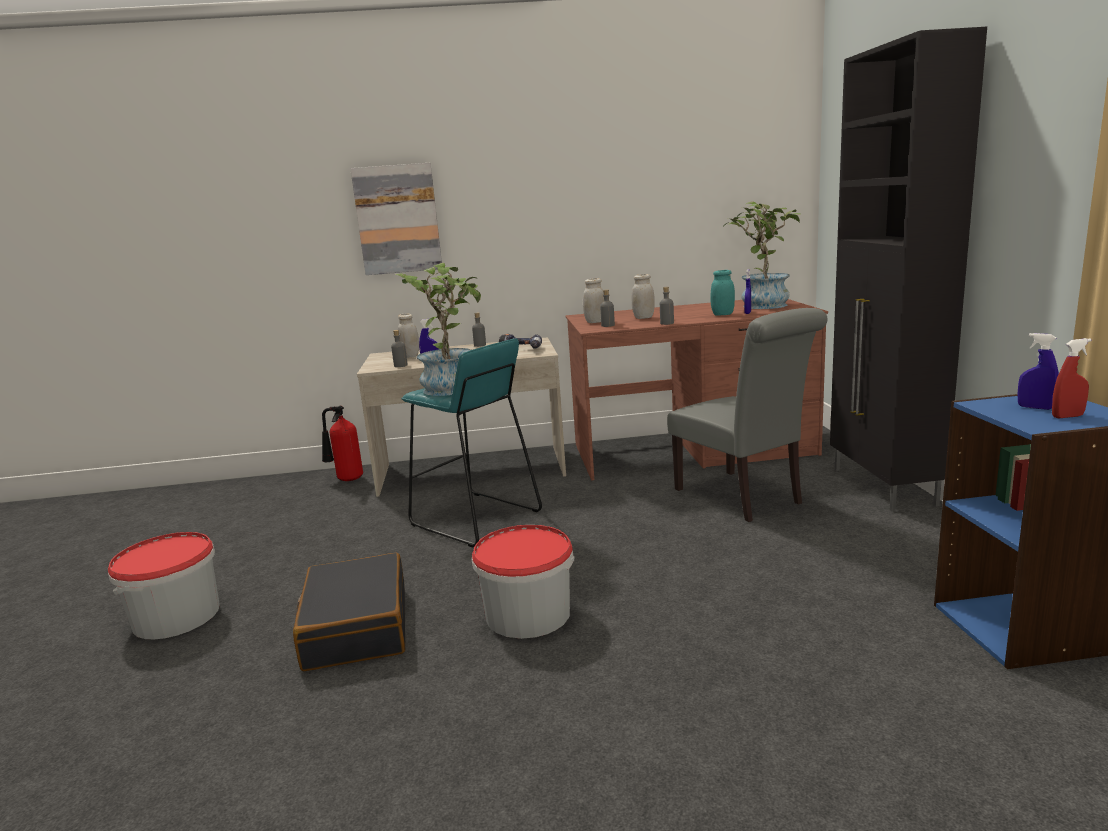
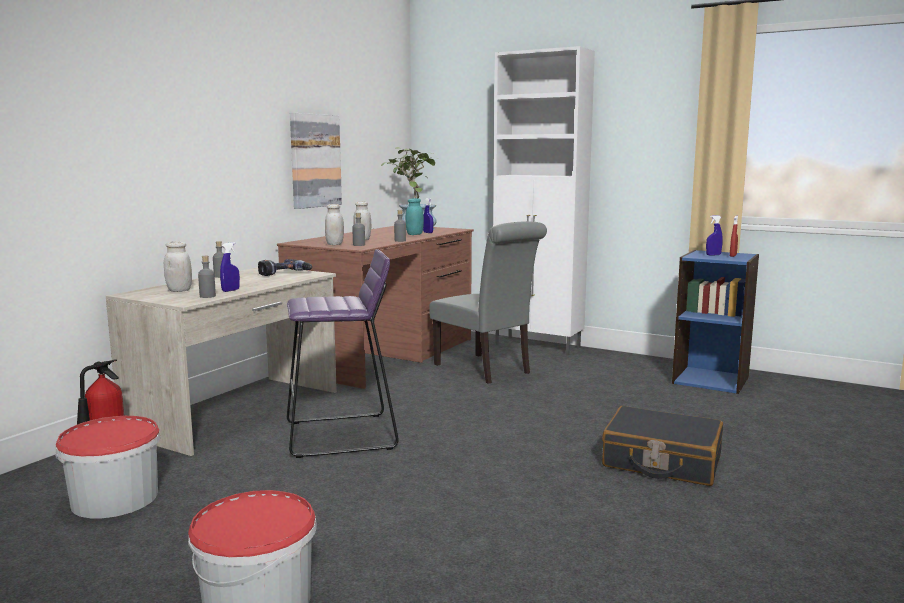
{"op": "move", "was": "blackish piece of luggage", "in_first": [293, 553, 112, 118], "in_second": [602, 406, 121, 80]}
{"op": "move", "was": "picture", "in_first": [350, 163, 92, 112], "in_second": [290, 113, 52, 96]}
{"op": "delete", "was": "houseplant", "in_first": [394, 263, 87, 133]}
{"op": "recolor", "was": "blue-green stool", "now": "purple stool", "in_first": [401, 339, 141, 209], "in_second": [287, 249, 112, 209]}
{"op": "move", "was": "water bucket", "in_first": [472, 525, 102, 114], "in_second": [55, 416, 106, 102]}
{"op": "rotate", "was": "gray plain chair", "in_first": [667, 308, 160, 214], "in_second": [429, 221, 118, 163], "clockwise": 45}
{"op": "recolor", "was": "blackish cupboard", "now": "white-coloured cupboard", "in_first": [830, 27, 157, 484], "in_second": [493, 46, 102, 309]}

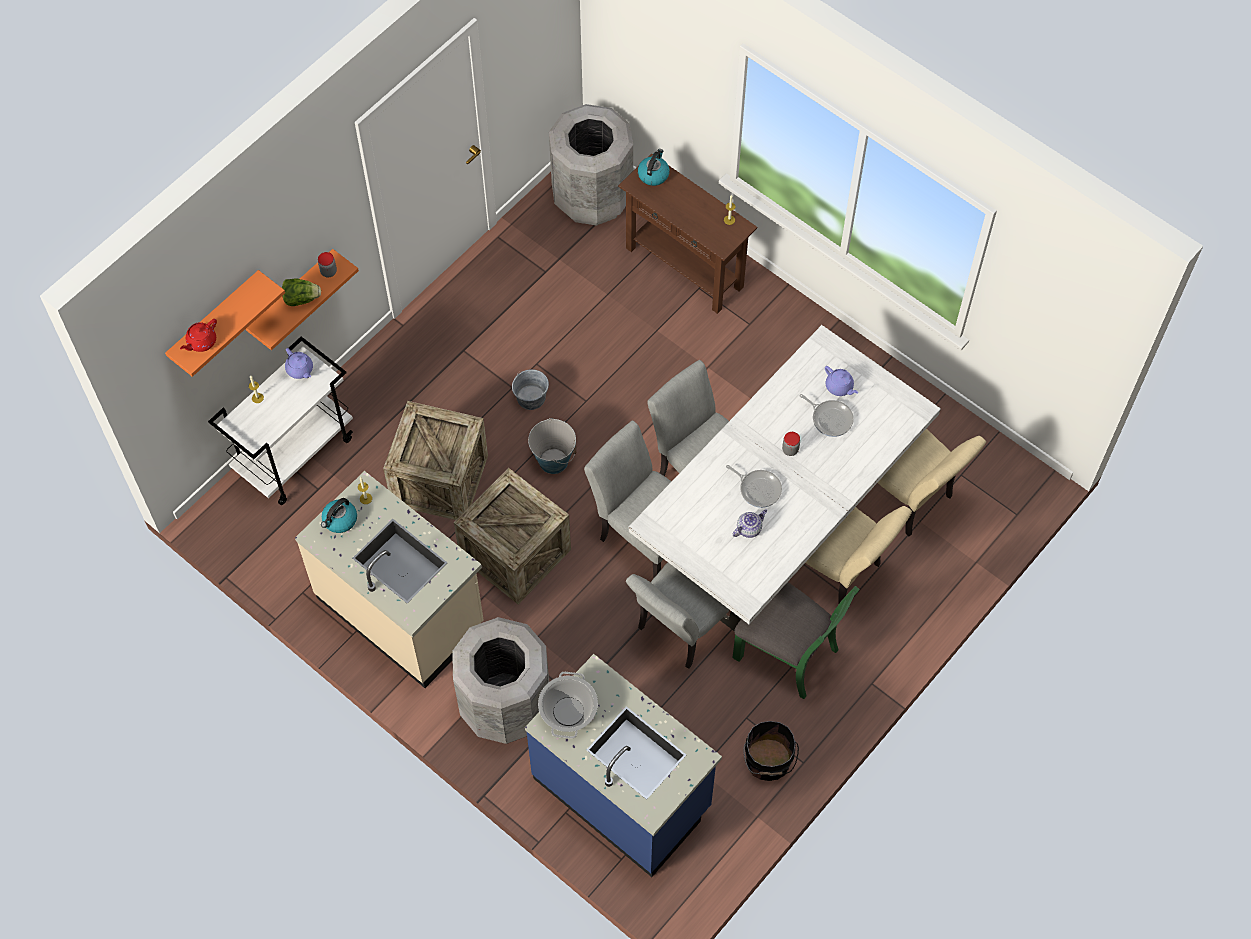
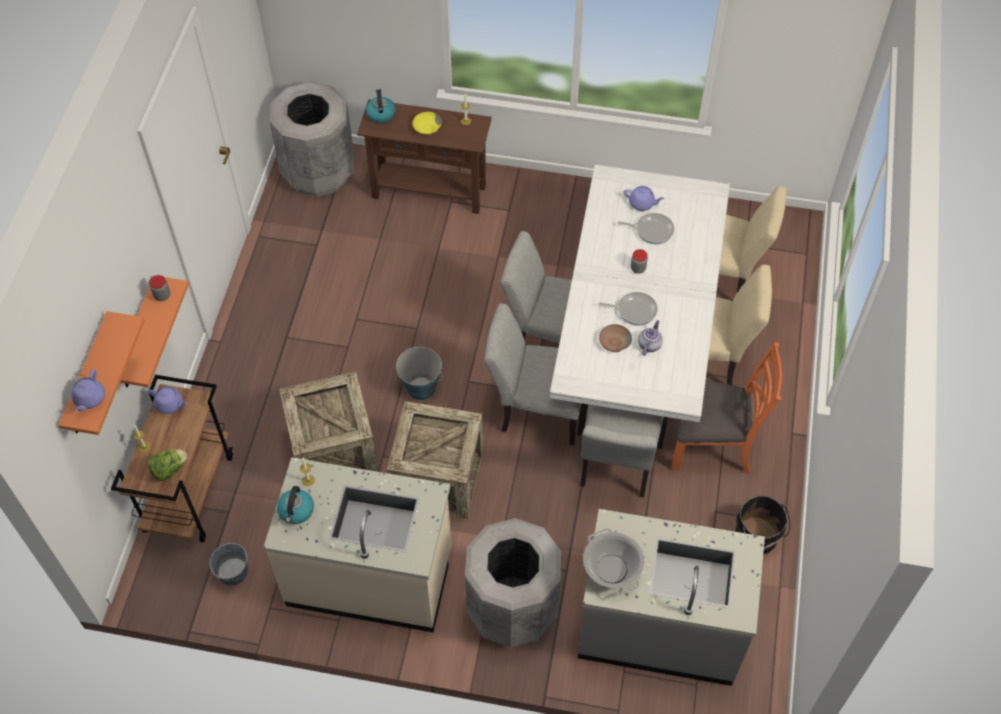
{"op": "recolor", "was": "red-coloured teapot", "now": "purple teapot", "in_first": [180, 319, 37, 33], "in_second": [71, 369, 34, 43]}
{"op": "recolor", "was": "white-coloured cart", "now": "brownish cart", "in_first": [208, 337, 145, 168], "in_second": [111, 375, 122, 167]}
{"op": "move", "was": "head of lettuce", "in_first": [282, 279, 39, 27], "in_second": [147, 449, 41, 32]}
{"op": "move", "was": "gray water bucket", "in_first": [512, 369, 37, 41], "in_second": [210, 543, 38, 43]}
{"op": "recolor", "was": "blue-coloured kitchen counter", "now": "gray kitchen counter", "in_first": [525, 654, 197, 223], "in_second": [578, 509, 187, 177]}
{"op": "recolor", "was": "green plain chair", "now": "orange plain chair", "in_first": [732, 582, 128, 117], "in_second": [672, 342, 110, 131]}
{"op": "insert", "now": "yellowish serving bowl", "in_second": [413, 112, 29, 23]}
{"op": "insert", "now": "brownish serving bowl", "in_second": [599, 324, 33, 28]}

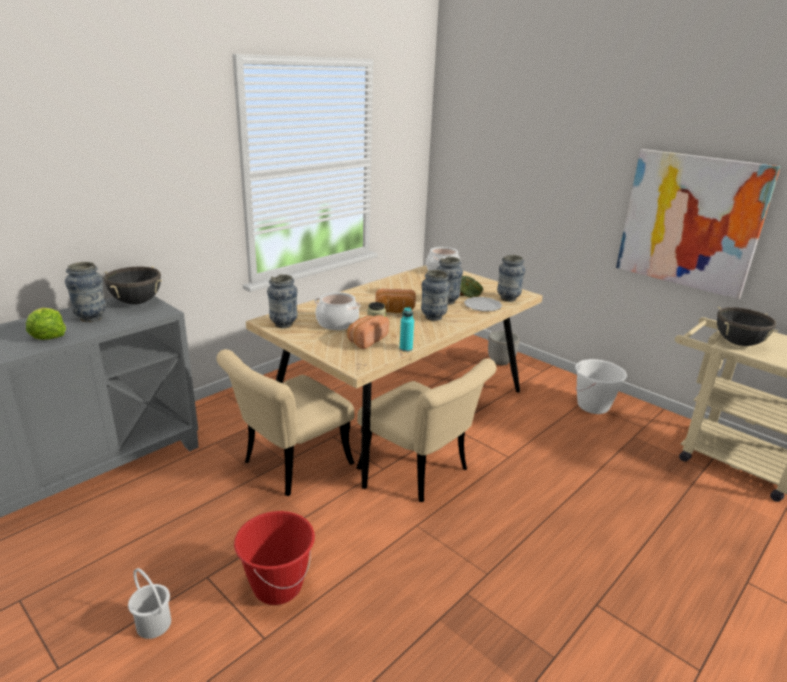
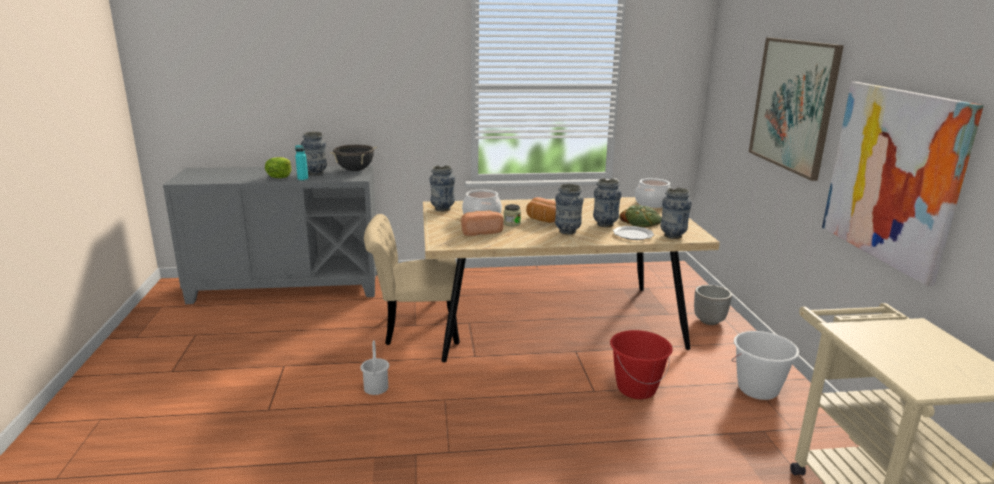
{"op": "move", "was": "white-coloured water bucket", "in_first": [128, 568, 43, 71], "in_second": [360, 340, 29, 55]}
{"op": "move", "was": "red-coloured water bucket", "in_first": [234, 511, 81, 94], "in_second": [610, 330, 63, 69]}
{"op": "delete", "was": "beige plain chair", "in_first": [356, 358, 140, 144]}
{"op": "move", "was": "blue-green beverage bottle", "in_first": [400, 307, 14, 45], "in_second": [295, 145, 13, 36]}
{"op": "delete", "was": "blackish stockpot", "in_first": [717, 307, 61, 39]}
{"op": "insert", "now": "picture", "in_second": [749, 38, 95, 143]}

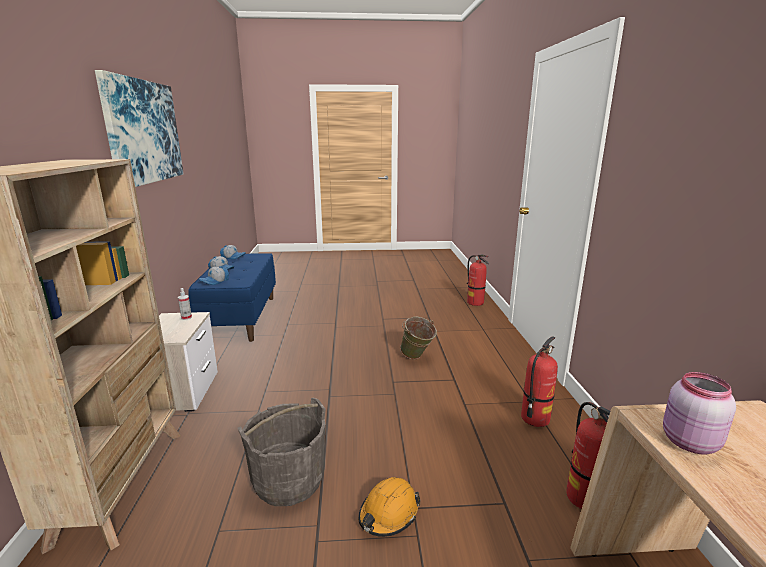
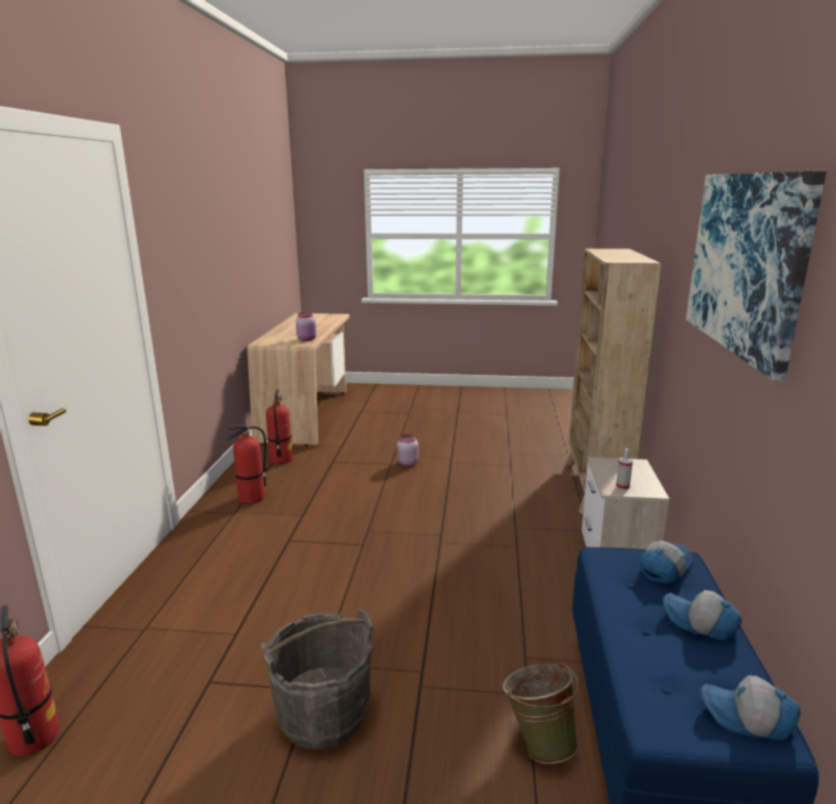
{"op": "move", "was": "gray water bucket", "in_first": [237, 398, 89, 108], "in_second": [261, 609, 113, 141]}
{"op": "replace", "was": "orange work helmet", "now": "pink preserve jar", "in_first": [358, 477, 62, 60], "in_second": [397, 434, 21, 32]}
{"op": "move", "was": "green water bucket", "in_first": [400, 316, 37, 43], "in_second": [503, 660, 76, 104]}

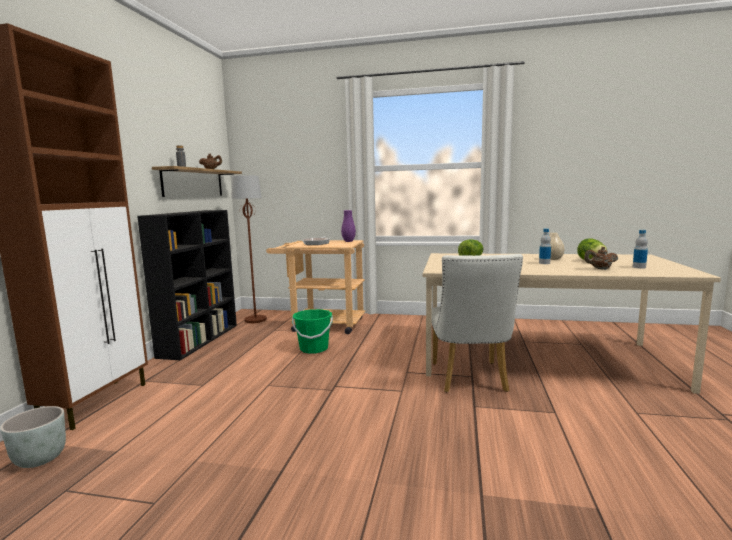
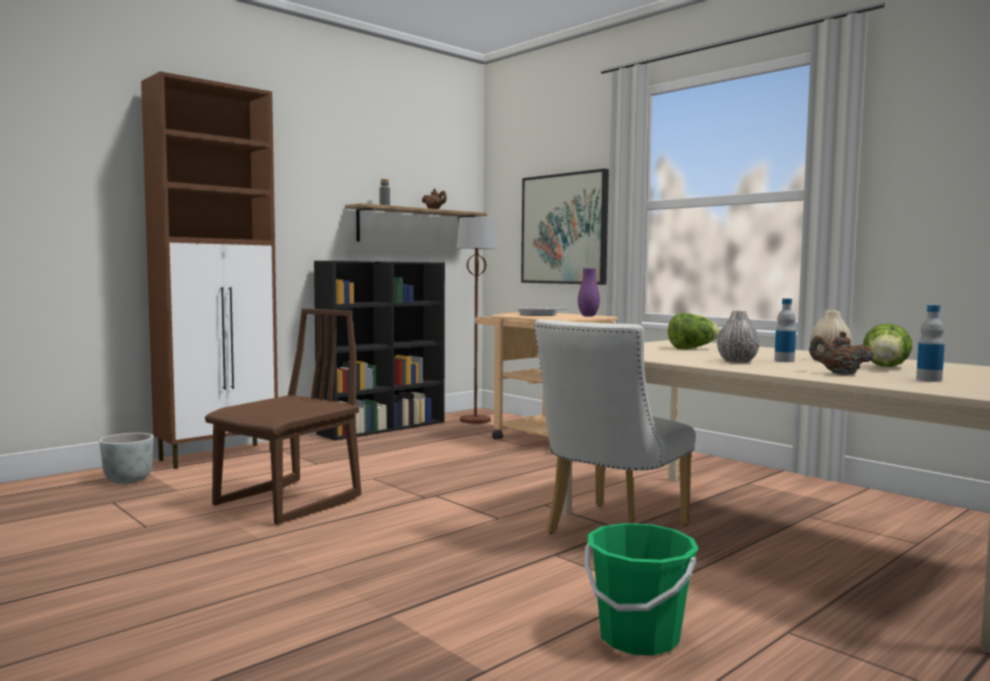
{"op": "move", "was": "green water bucket", "in_first": [292, 309, 41, 45], "in_second": [584, 523, 115, 133]}
{"op": "insert", "now": "brownish plain chair", "in_second": [205, 308, 156, 217]}
{"op": "insert", "now": "picture", "in_second": [521, 169, 88, 116]}
{"op": "insert", "now": "gray decorative vase", "in_second": [717, 311, 42, 52]}

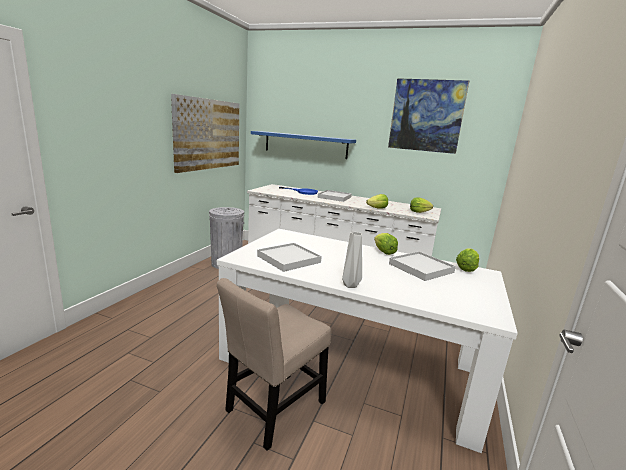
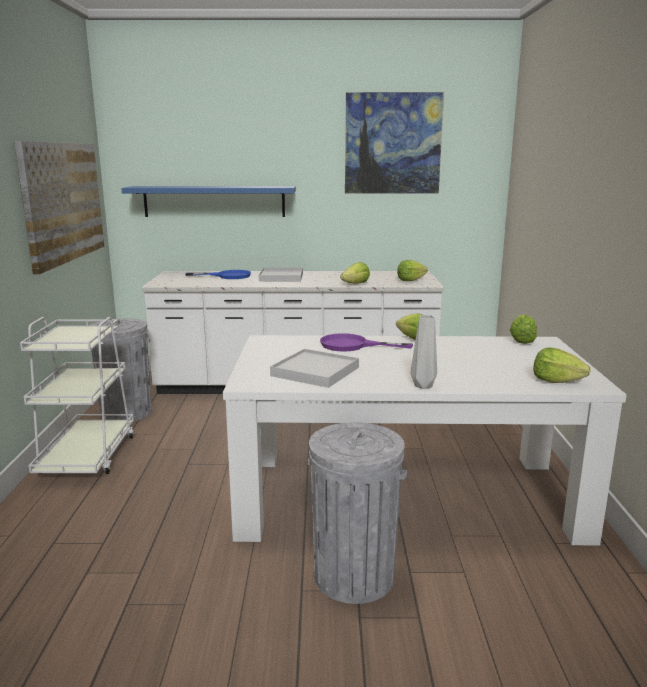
{"op": "replace", "was": "beige plain chair", "now": "gray trash can", "in_first": [217, 278, 114, 172], "in_second": [308, 422, 99, 182]}
{"op": "delete", "was": "white-coloured carrying tray", "in_first": [389, 252, 67, 29]}
{"op": "insert", "now": "white-coloured cart", "in_second": [20, 317, 114, 157]}
{"op": "insert", "now": "purple skillet", "in_second": [320, 333, 93, 18]}
{"op": "insert", "now": "head of lettuce", "in_second": [533, 347, 58, 36]}

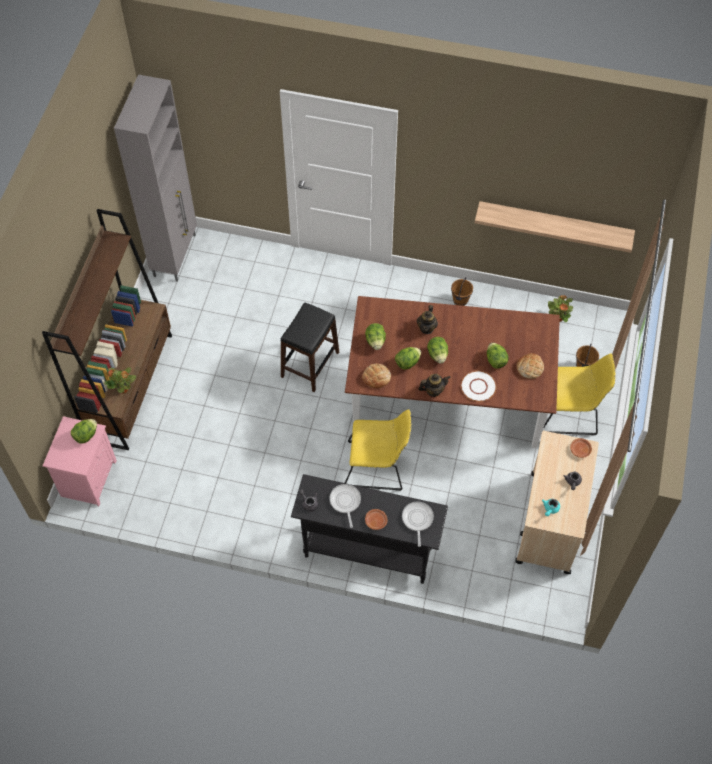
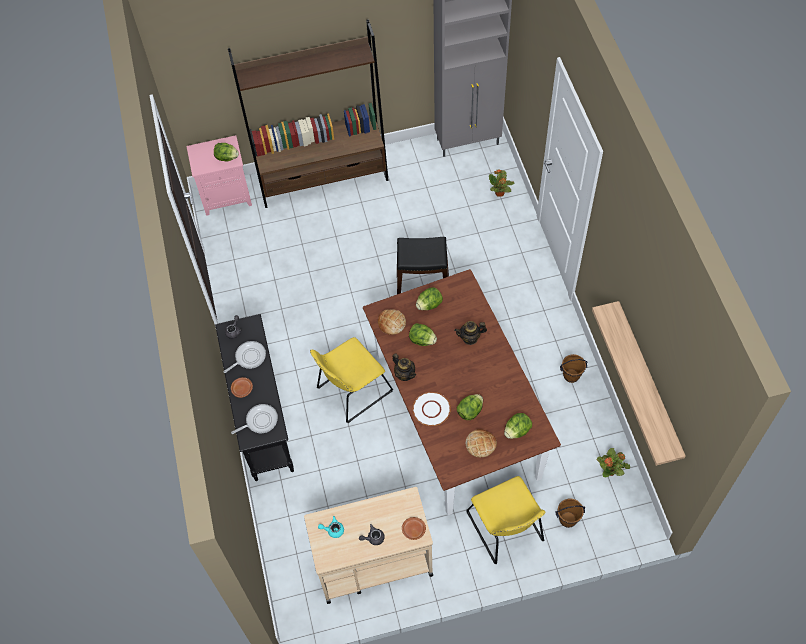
{"op": "move", "was": "houseplant", "in_first": [104, 367, 32, 27], "in_second": [489, 170, 25, 27]}
{"op": "rotate", "was": "yellowish plain chair", "in_first": [345, 409, 66, 82], "in_second": [310, 337, 83, 86], "clockwise": 75}
{"op": "move", "was": "head of lettuce", "in_first": [427, 337, 21, 27], "in_second": [504, 413, 28, 26]}

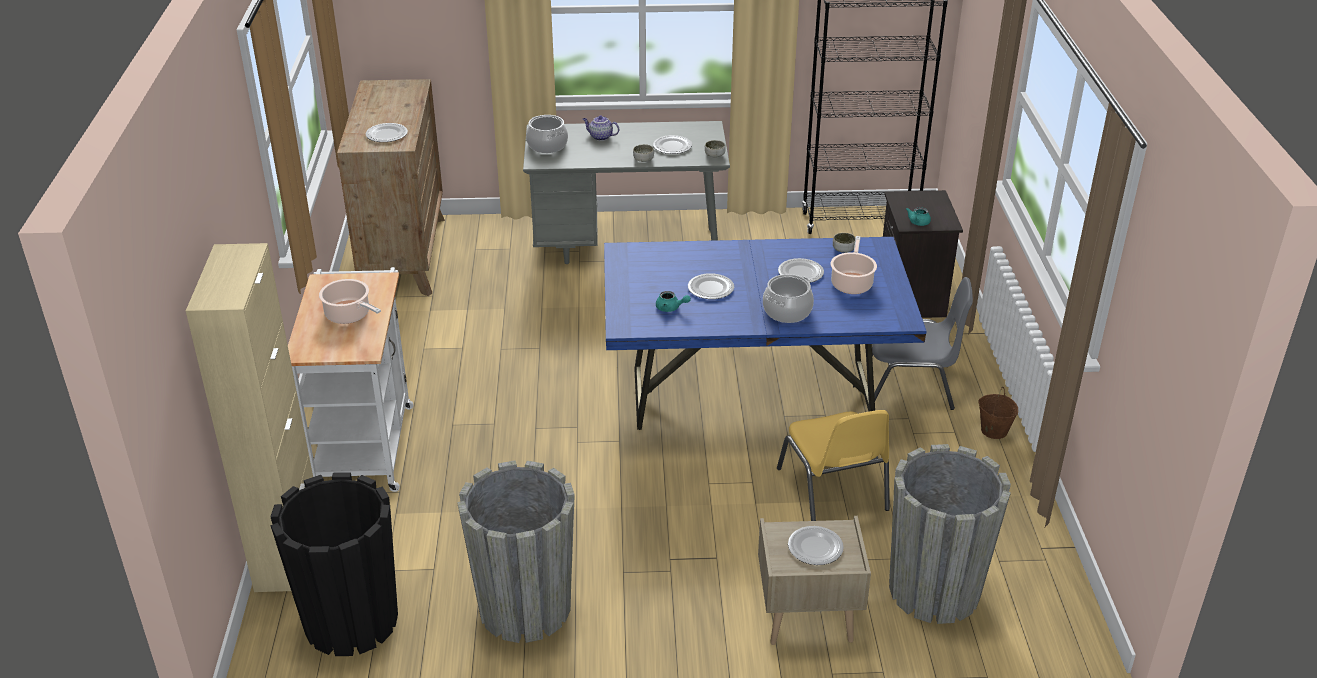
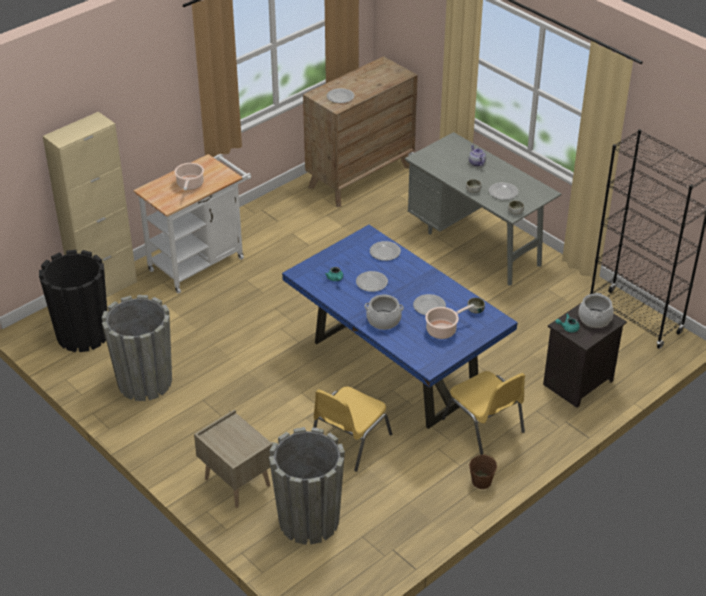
{"op": "move", "was": "stockpot", "in_first": [526, 115, 42, 38], "in_second": [578, 293, 36, 35]}
{"op": "move", "was": "plate", "in_first": [788, 526, 56, 39], "in_second": [370, 241, 31, 20]}
{"op": "recolor", "was": "gray plain chair", "now": "yellowish plain chair", "in_first": [872, 277, 101, 133], "in_second": [442, 371, 83, 84]}

